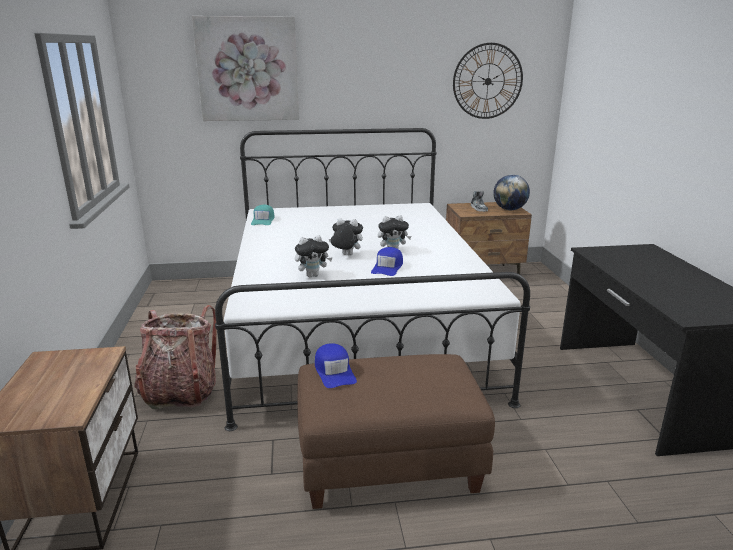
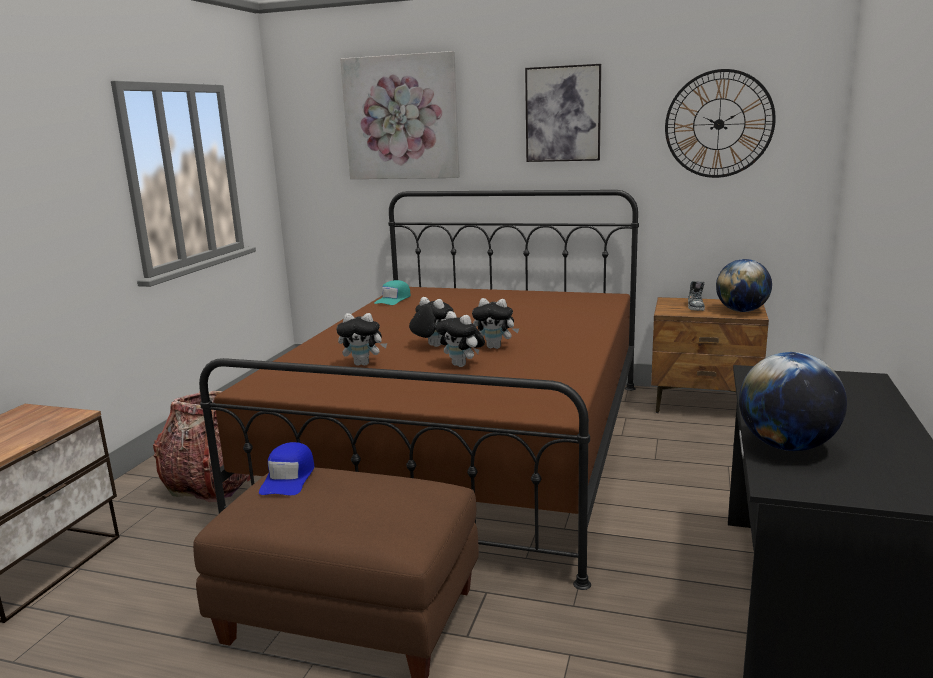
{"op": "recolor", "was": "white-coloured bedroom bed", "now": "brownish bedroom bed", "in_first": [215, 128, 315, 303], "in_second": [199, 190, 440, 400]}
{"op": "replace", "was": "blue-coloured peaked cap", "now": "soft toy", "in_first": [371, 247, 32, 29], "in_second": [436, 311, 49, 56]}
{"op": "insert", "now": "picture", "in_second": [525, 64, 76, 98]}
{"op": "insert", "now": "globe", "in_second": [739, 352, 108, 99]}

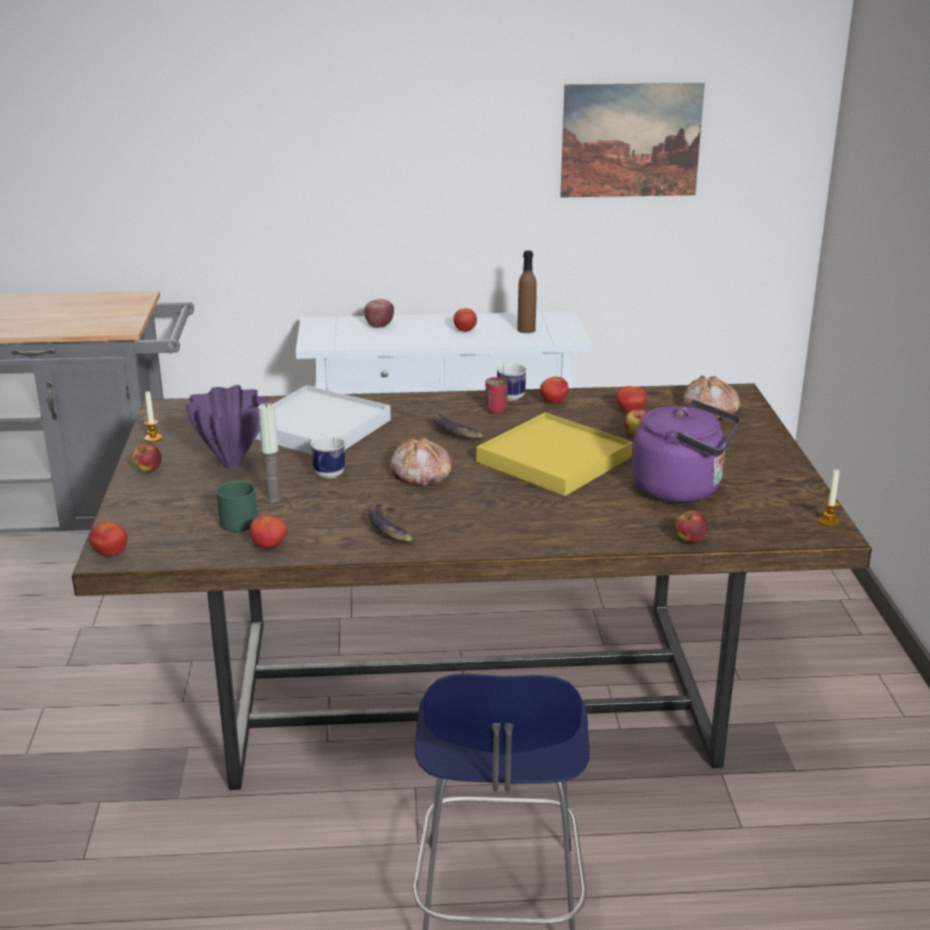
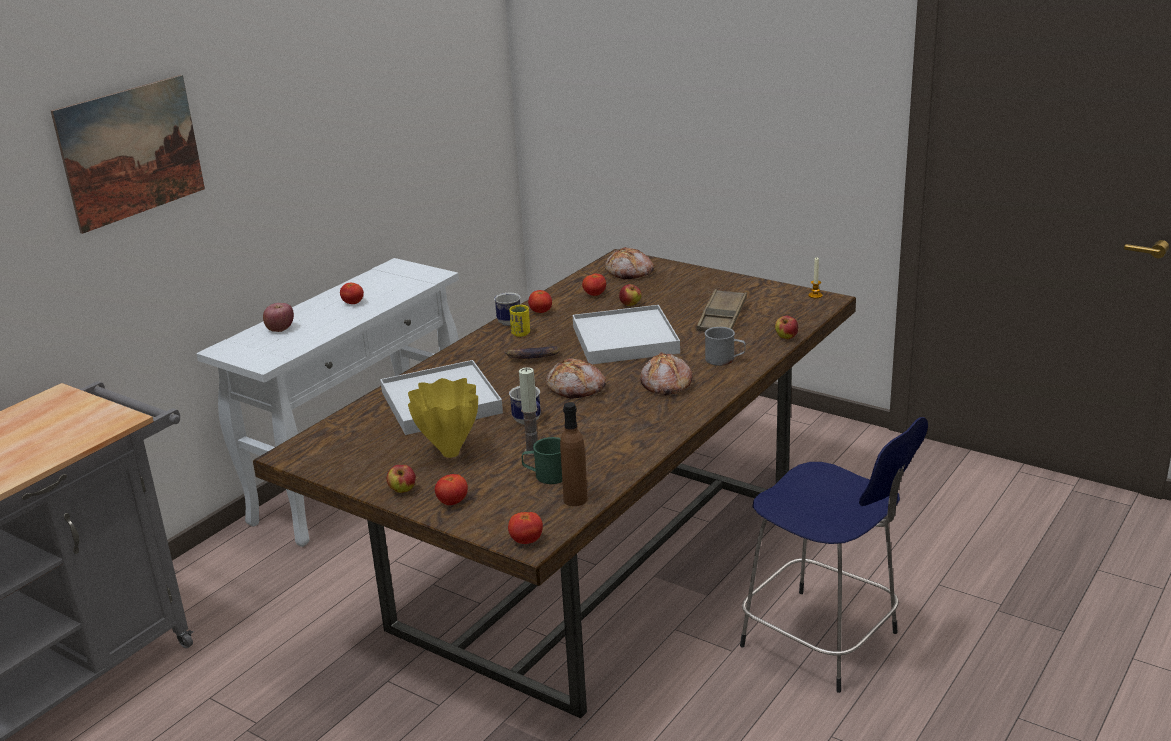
{"op": "delete", "was": "wax light", "in_first": [144, 390, 18, 52]}
{"op": "recolor", "was": "purple decorative vase", "now": "yellowish decorative vase", "in_first": [185, 385, 83, 84], "in_second": [408, 378, 70, 80]}
{"op": "move", "was": "whole tomato", "in_first": [250, 515, 37, 33], "in_second": [435, 474, 33, 31]}
{"op": "delete", "was": "banana fruit", "in_first": [369, 504, 46, 38]}
{"op": "recolor", "was": "yellowish carrying tray", "now": "white-coloured carrying tray", "in_first": [476, 412, 156, 84], "in_second": [573, 305, 107, 59]}
{"op": "recolor", "was": "red-coloured drinking cup", "now": "yellowish drinking cup", "in_first": [485, 377, 23, 37], "in_second": [510, 305, 20, 32]}
{"op": "move", "was": "brownish beverage bottle", "in_first": [517, 250, 20, 83], "in_second": [560, 402, 27, 104]}
{"op": "move", "was": "picture", "in_first": [560, 83, 145, 115], "in_second": [51, 75, 154, 159]}
{"op": "replace", "was": "purple water kettle", "now": "brownish carrying tray", "in_first": [632, 399, 108, 104], "in_second": [697, 289, 50, 42]}
{"op": "insert", "now": "bakery bread", "in_second": [640, 352, 52, 43]}
{"op": "insert", "now": "gray mug", "in_second": [705, 327, 40, 39]}

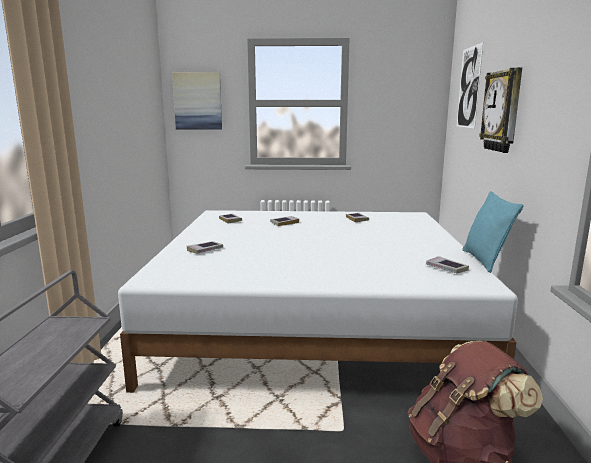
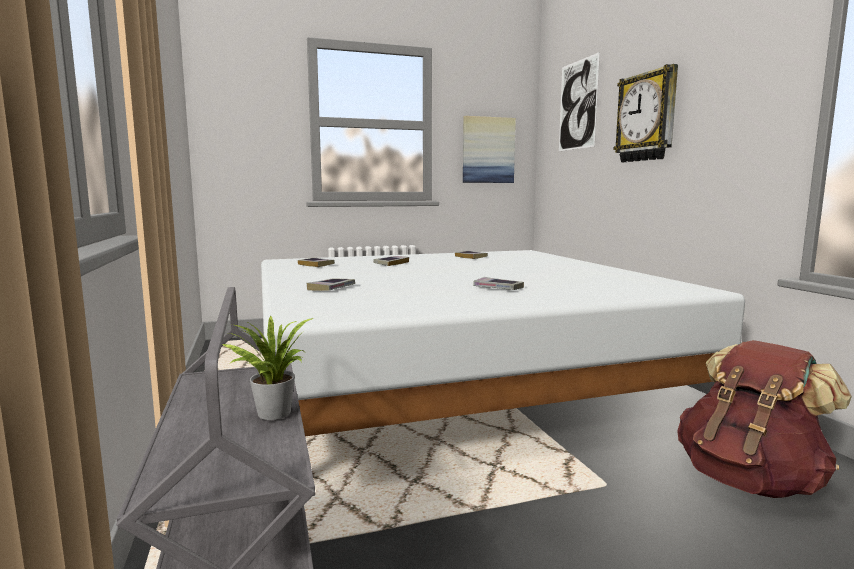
{"op": "move", "was": "picture", "in_first": [172, 72, 50, 58], "in_second": [463, 116, 53, 67]}
{"op": "move", "was": "book", "in_first": [426, 256, 43, 17], "in_second": [473, 277, 51, 13]}
{"op": "delete", "was": "blue-green pillow", "in_first": [462, 191, 62, 82]}
{"op": "insert", "now": "houseplant", "in_second": [222, 316, 92, 104]}

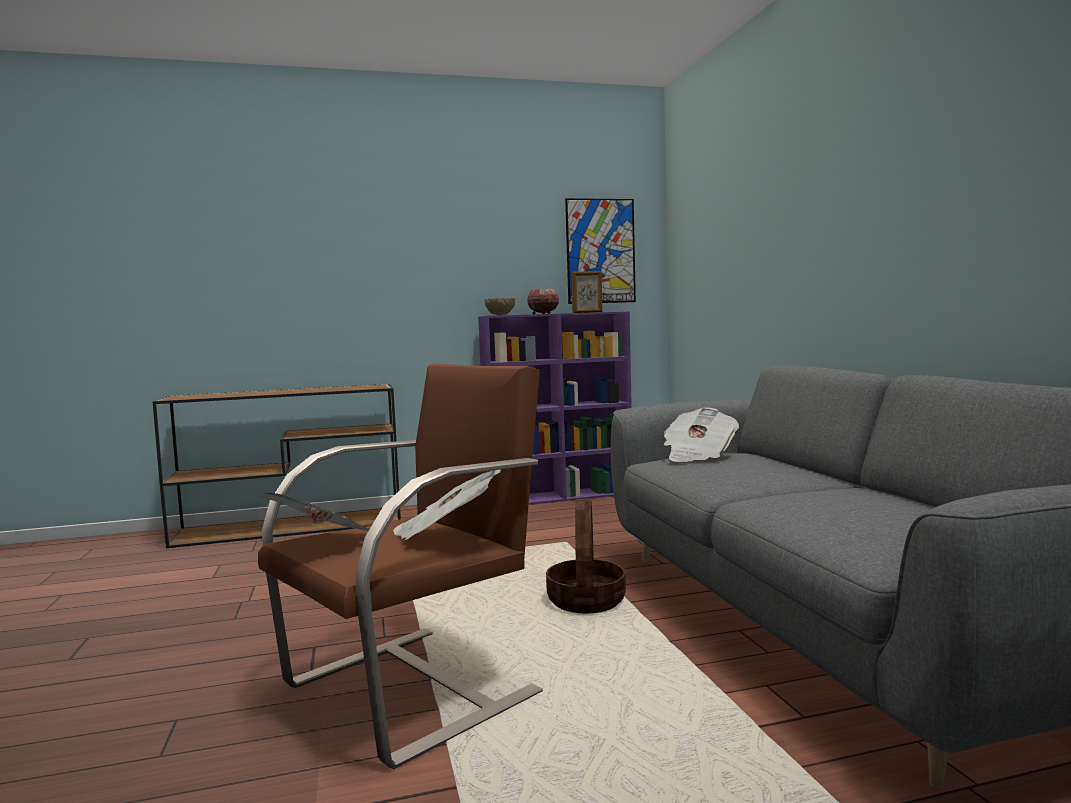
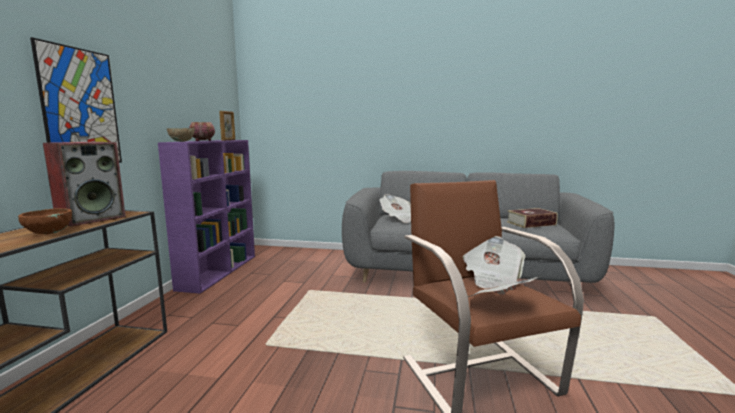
{"op": "delete", "was": "household basket", "in_first": [546, 499, 80, 115]}
{"op": "move", "was": "picture", "in_first": [565, 198, 71, 106], "in_second": [30, 37, 92, 126]}
{"op": "insert", "now": "brownish serving bowl", "in_second": [18, 208, 54, 27]}
{"op": "insert", "now": "audio speaker", "in_second": [43, 142, 83, 84]}
{"op": "insert", "now": "book", "in_second": [507, 208, 51, 20]}

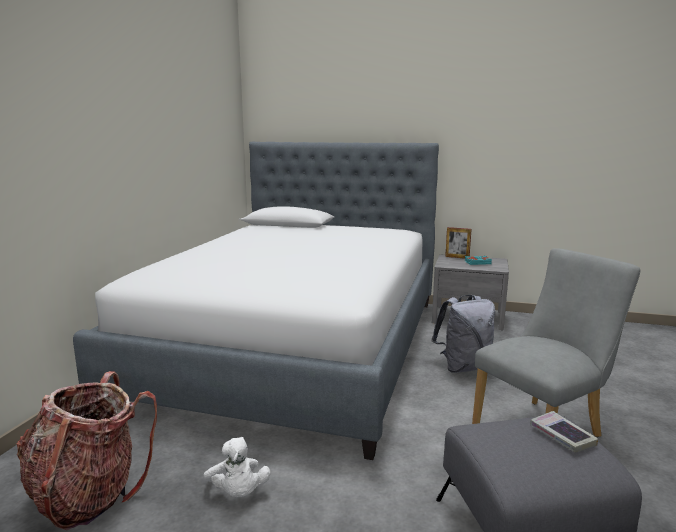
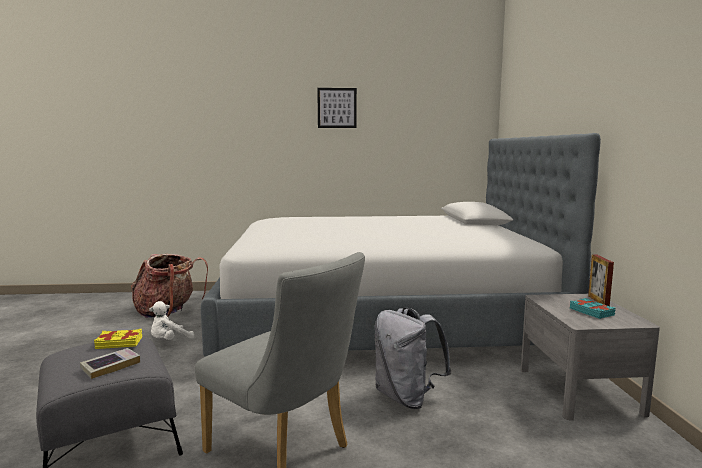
{"op": "insert", "now": "yellowish book", "in_second": [94, 329, 48, 20]}
{"op": "insert", "now": "picture", "in_second": [317, 88, 40, 40]}

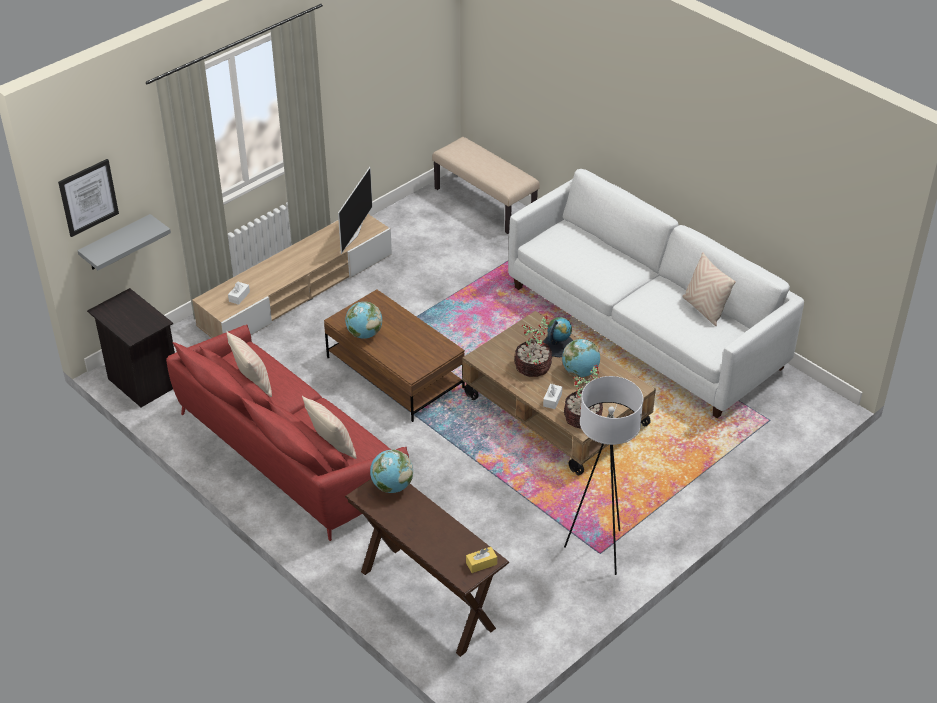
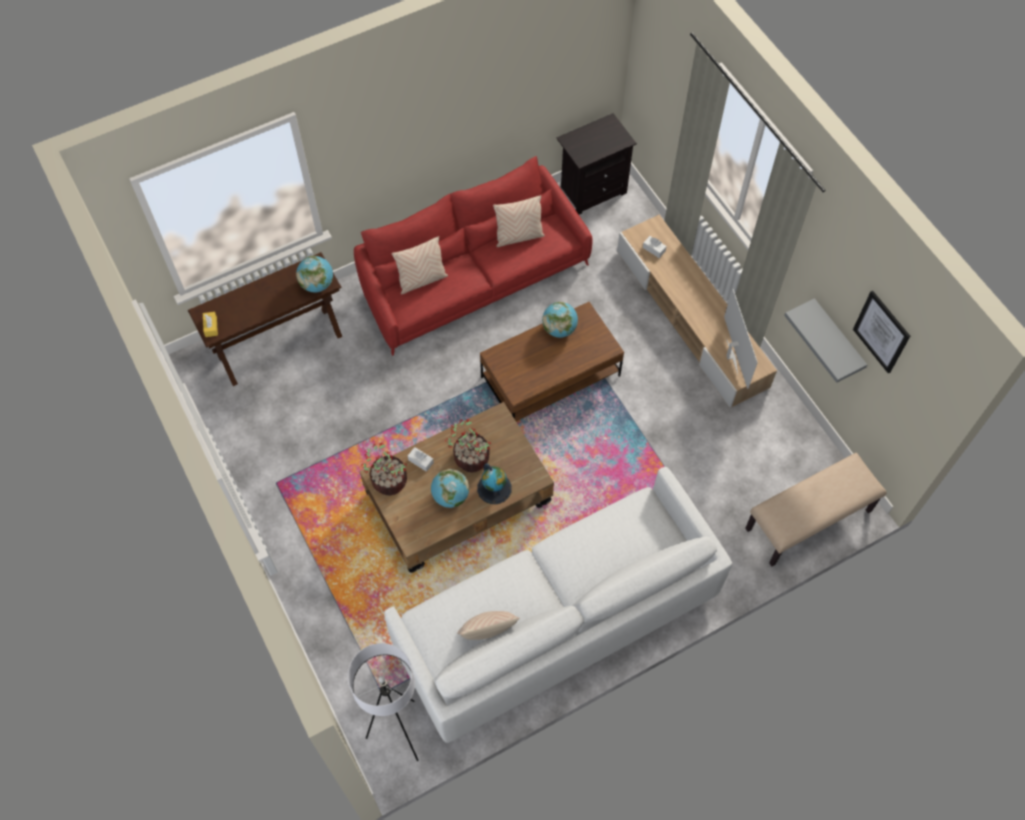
{"op": "move", "was": "picture", "in_first": [58, 159, 61, 78], "in_second": [853, 291, 57, 82]}
{"op": "move", "was": "gray bracket shelf", "in_first": [77, 214, 94, 56], "in_second": [784, 298, 83, 85]}
{"op": "rotate", "was": "TV set", "in_first": [338, 167, 35, 87], "in_second": [724, 288, 34, 101], "clockwise": -135}
{"op": "move", "was": "white-coloured floor lamp", "in_first": [564, 376, 80, 199], "in_second": [348, 643, 71, 118]}

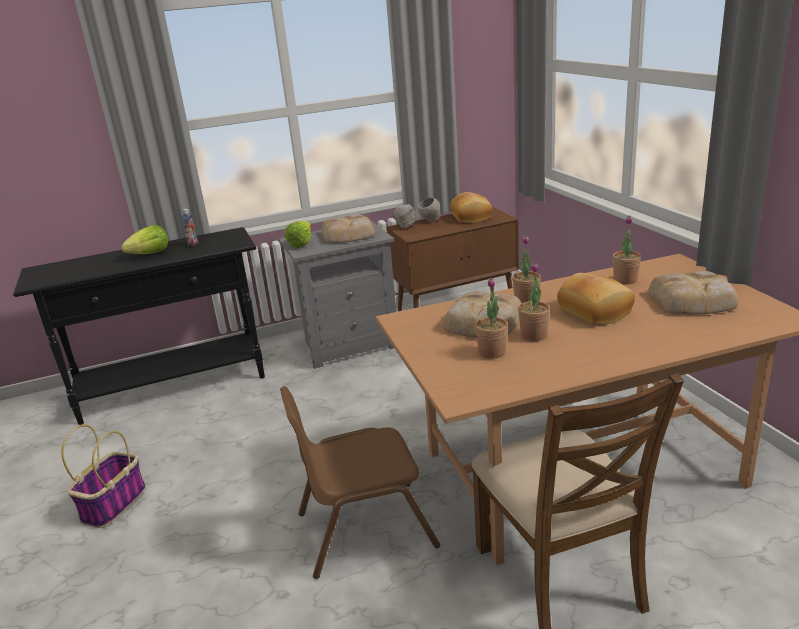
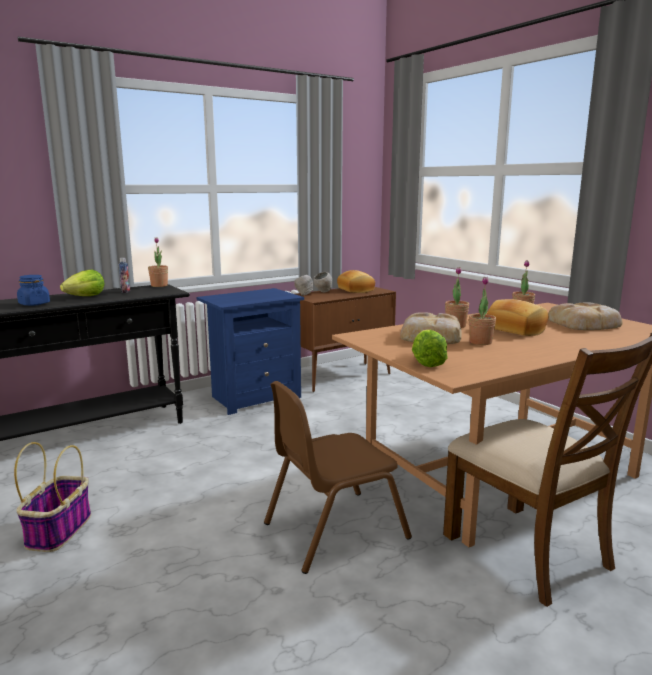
{"op": "recolor", "was": "gray nightstand", "now": "blue-coloured nightstand", "in_first": [278, 220, 118, 149], "in_second": [197, 288, 107, 127]}
{"op": "move", "was": "head of lettuce", "in_first": [285, 221, 26, 27], "in_second": [412, 330, 35, 37]}
{"op": "delete", "was": "bakery bread", "in_first": [321, 214, 54, 29]}
{"op": "move", "was": "houseplant", "in_first": [475, 278, 33, 81], "in_second": [148, 237, 20, 50]}
{"op": "insert", "now": "blue-coloured preserve jar", "in_second": [17, 275, 33, 31]}

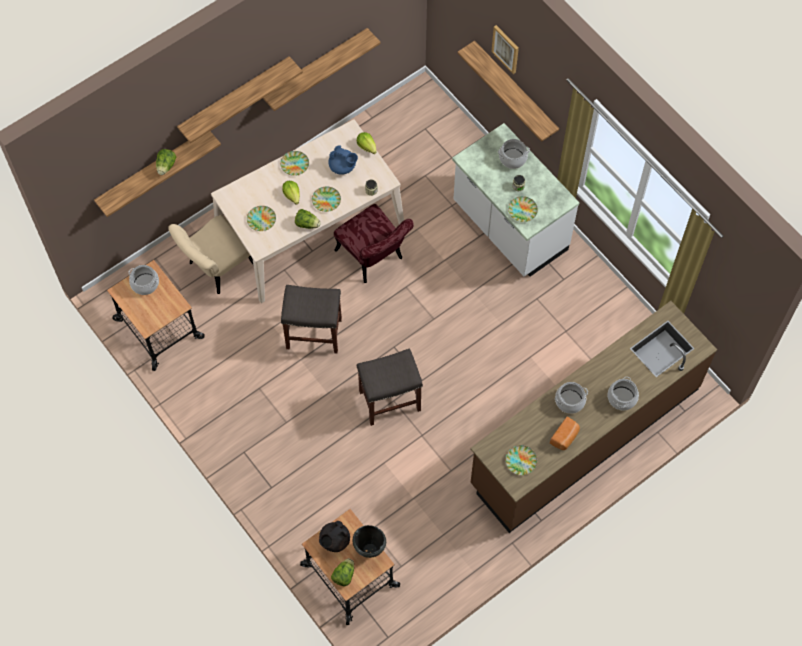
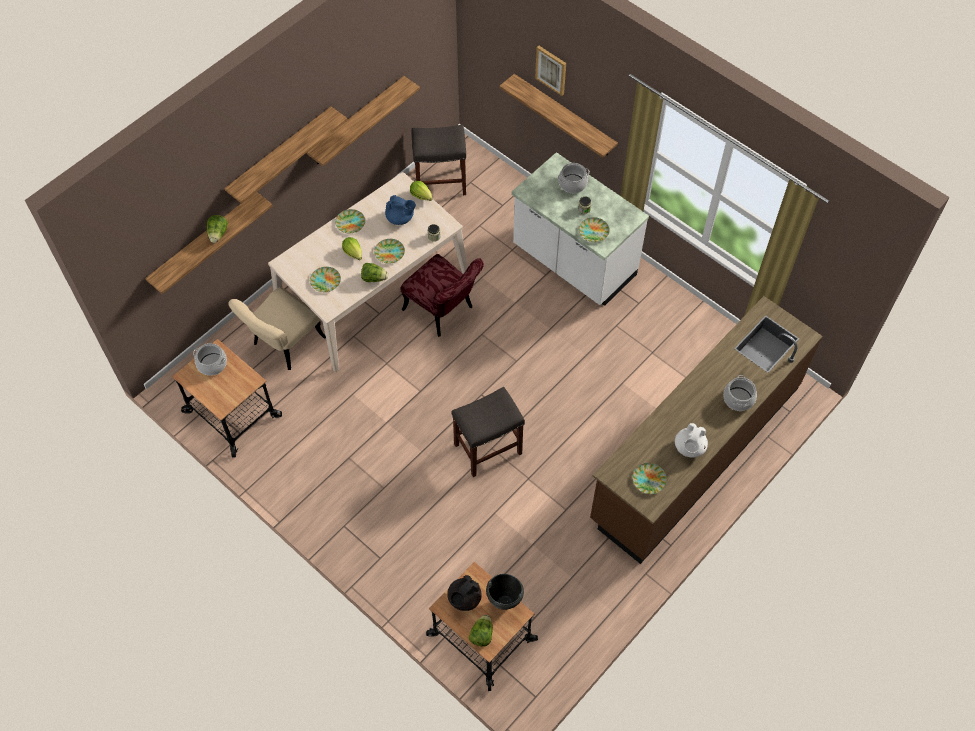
{"op": "move", "was": "gray stool", "in_first": [281, 285, 61, 68], "in_second": [412, 125, 54, 70]}
{"op": "replace", "was": "bakery bread", "now": "white-coloured teapot", "in_first": [550, 416, 30, 34], "in_second": [675, 423, 33, 35]}
{"op": "delete", "was": "stockpot", "in_first": [555, 382, 33, 32]}

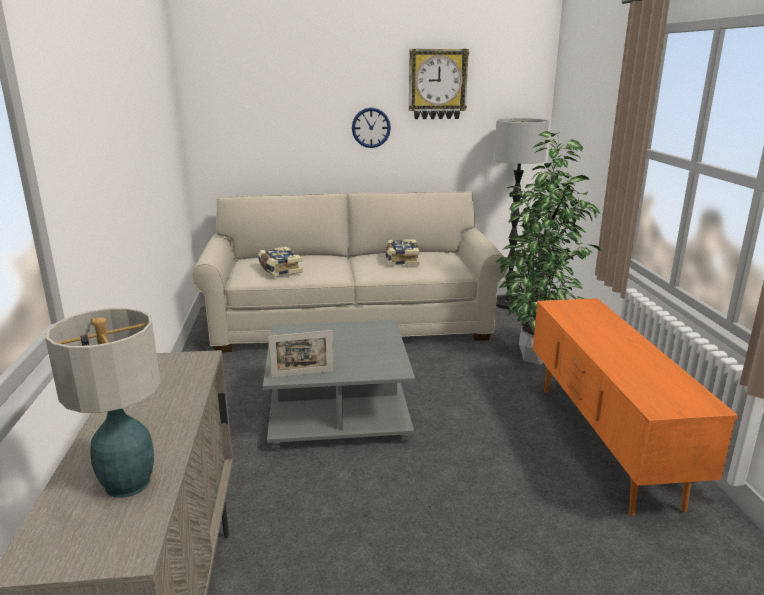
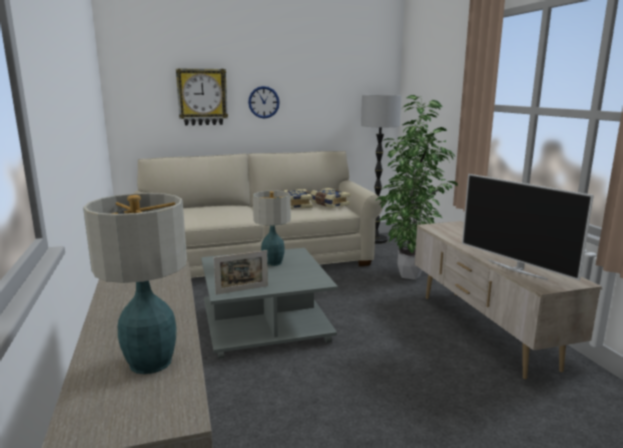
{"op": "move", "was": "book", "in_first": [258, 247, 45, 30], "in_second": [311, 188, 39, 20]}
{"op": "move", "was": "wall clock", "in_first": [409, 49, 60, 70], "in_second": [176, 68, 52, 58]}
{"op": "recolor", "was": "orange tv unit", "now": "beige tv unit", "in_first": [533, 298, 206, 218], "in_second": [415, 221, 187, 158]}
{"op": "insert", "now": "table lamp", "in_second": [253, 191, 38, 75]}
{"op": "insert", "now": "TV set", "in_second": [462, 174, 132, 106]}

